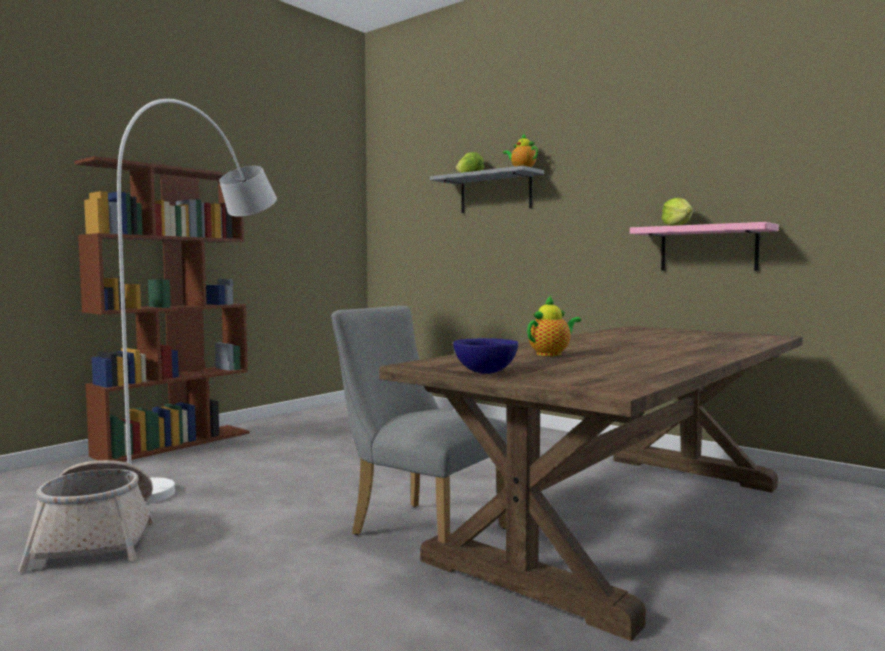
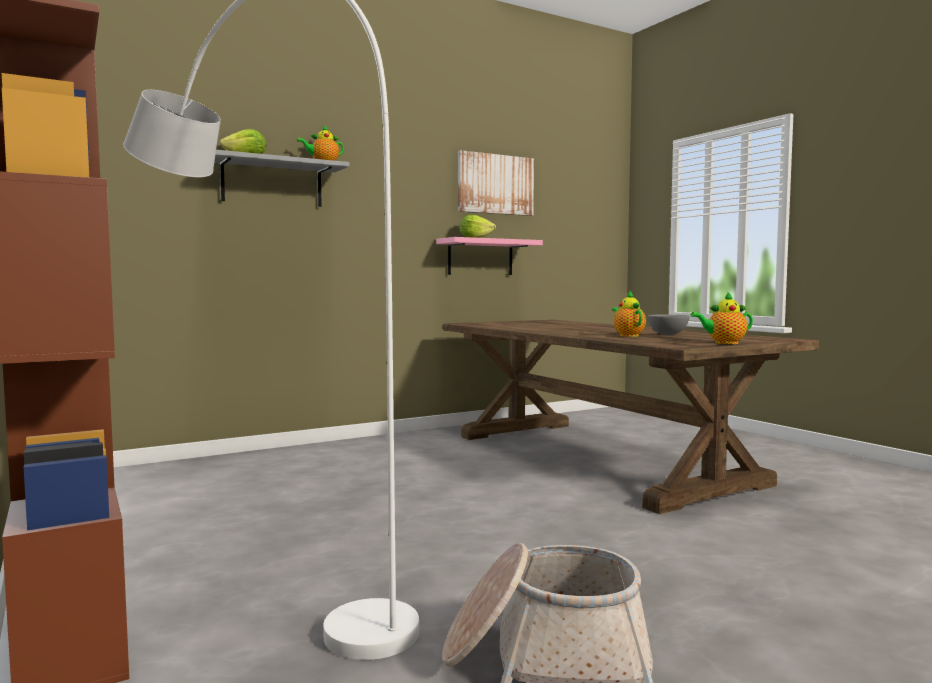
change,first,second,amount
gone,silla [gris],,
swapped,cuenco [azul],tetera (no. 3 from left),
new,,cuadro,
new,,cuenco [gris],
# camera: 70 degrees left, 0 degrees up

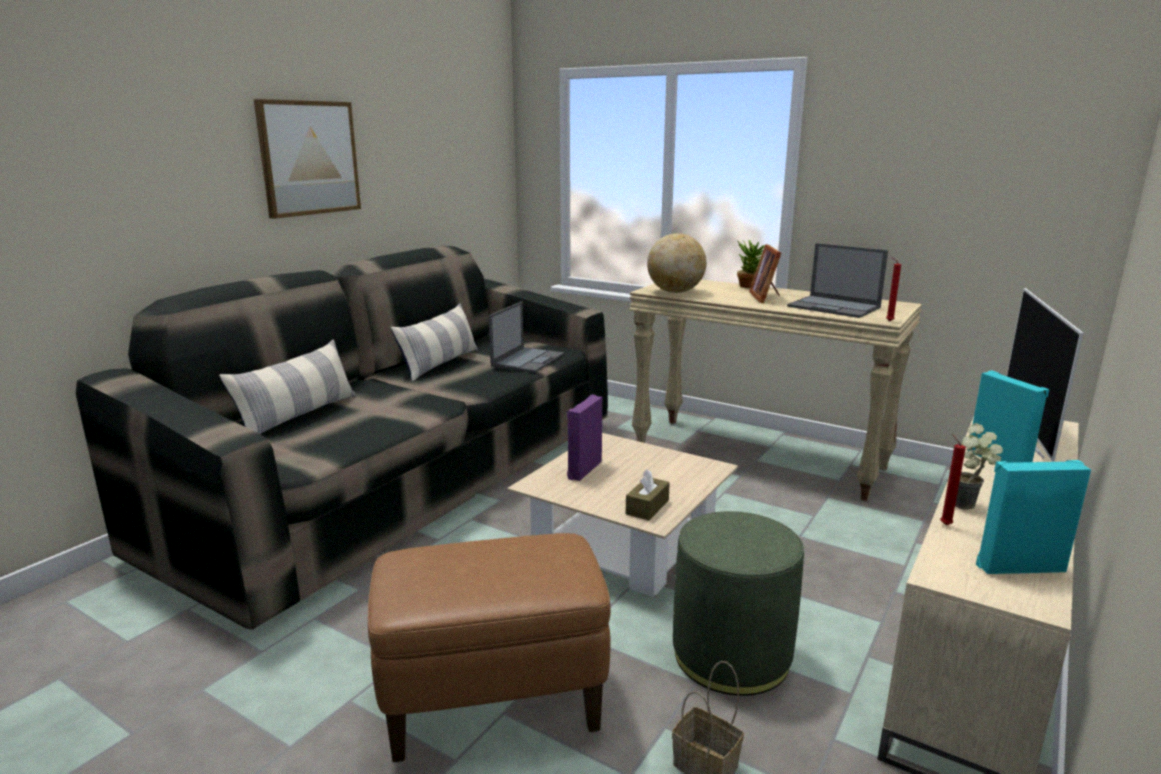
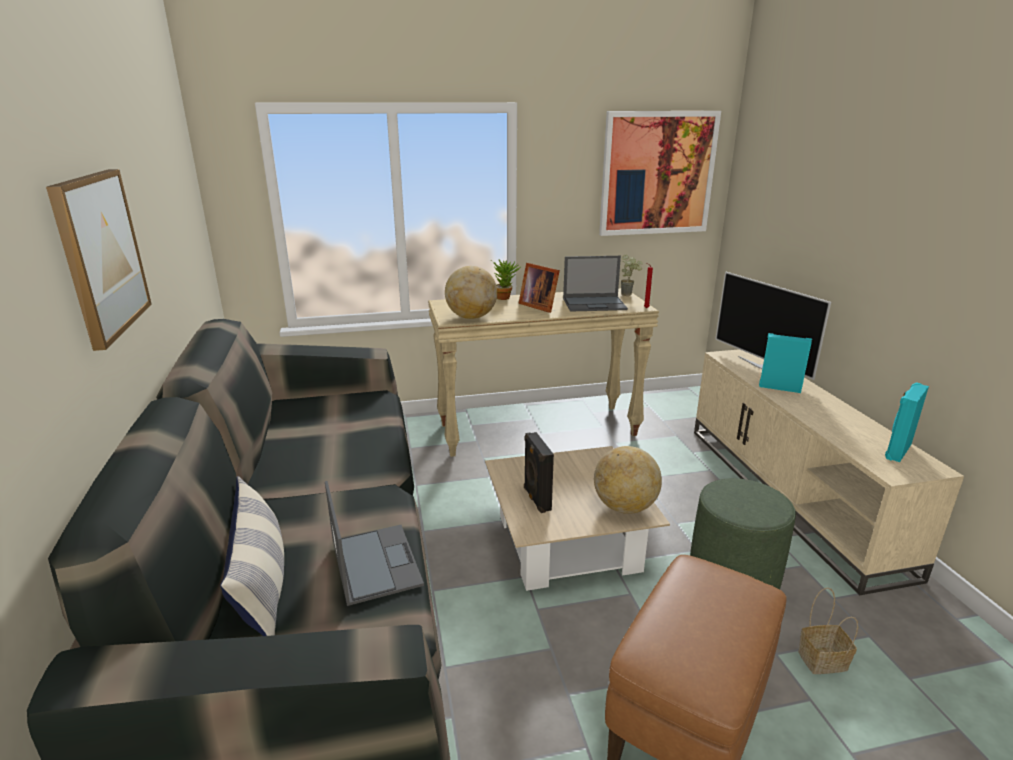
change,first,second,amount
shifted,portátil (no. 1 from left),,
gone,cojín (no. 2 from left),,
repainted,altavoz [morado],altavoz [negro],
shifted,planta en maceta (no. 2 from left),,
gone,vela [rojo] (no. 2 from left),,
swapped,caja de pañuelos [marrón],globo terráqueo (no. 2 from left),
new,,cuadro (no. 2 from left),
# camera: 45 degrees left, 5 degrees up

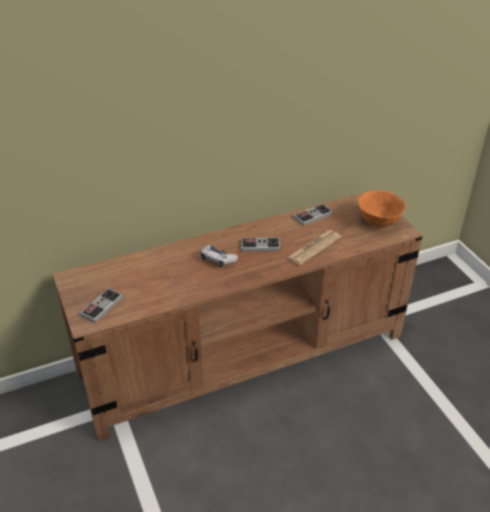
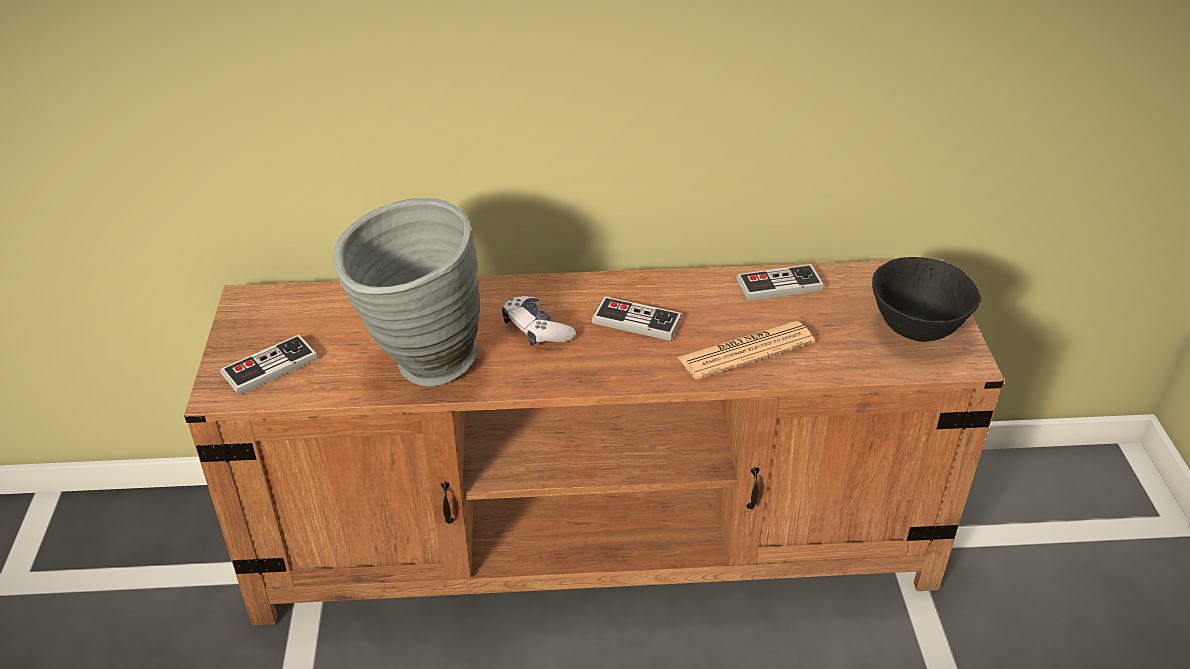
change,first,second,amount
repainted,cuenco [naranja],cuenco [negro],
new,,florero [gris],
# camera: 20 degrees right, 0 degrees up

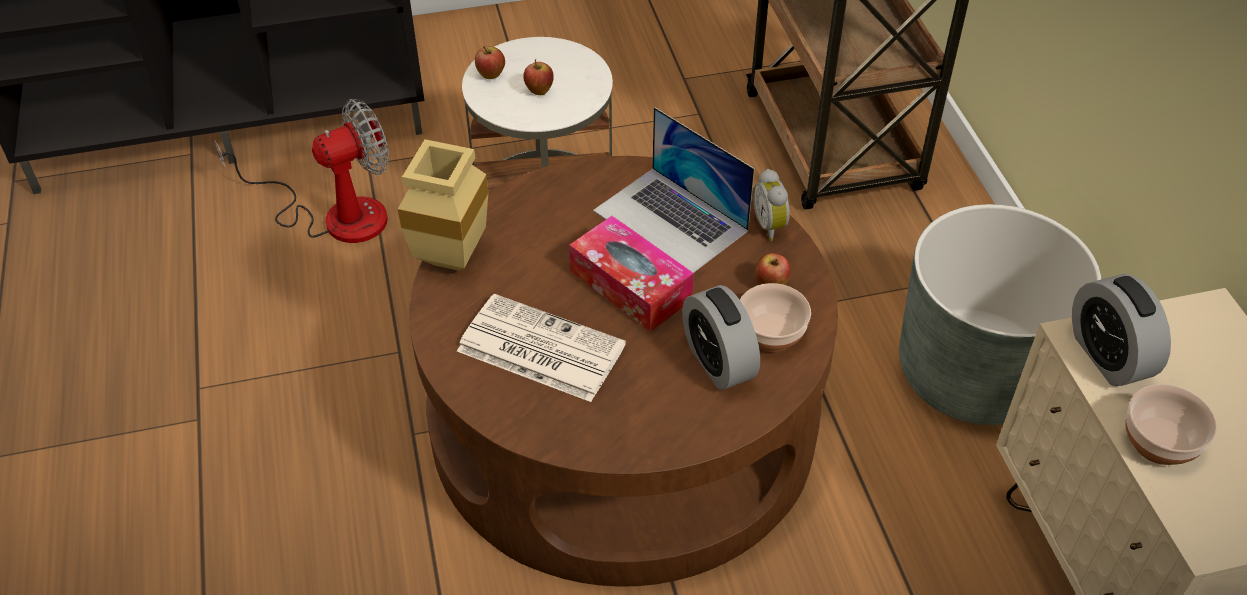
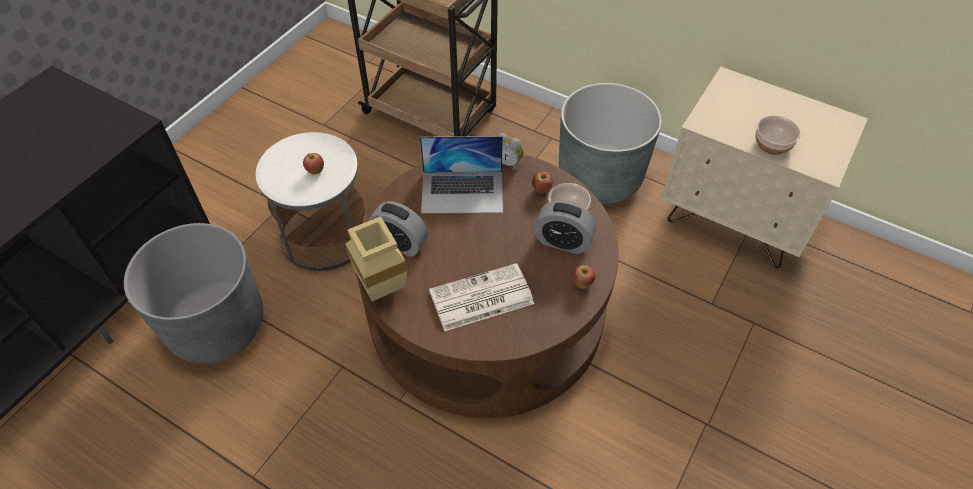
change,first,second,amount
shifted,manzana (no. 1 from left in the first image),manzana (no. 3 from left),
swapped,ventilador,maceta [gris] (no. 1 from left),
gone,caja de pañuelos,,
shifted,despertador (no. 3 from left in the first image),despertador (no. 1 from left),
# camera: 45 degrees left, 5 degrees up

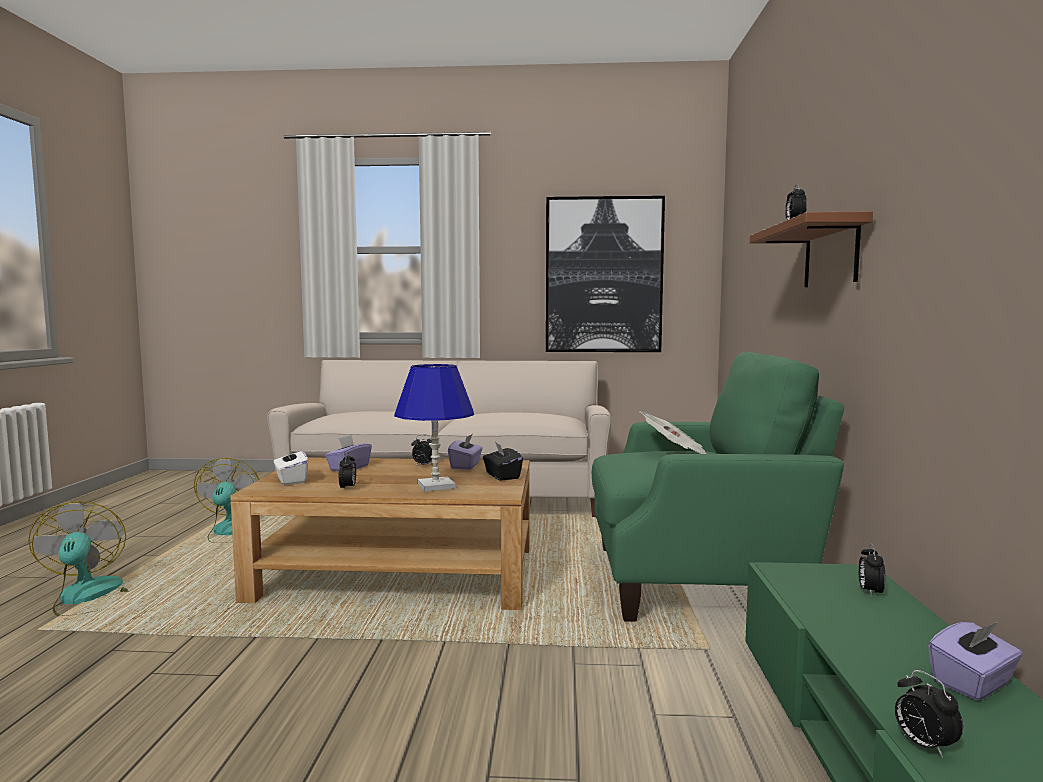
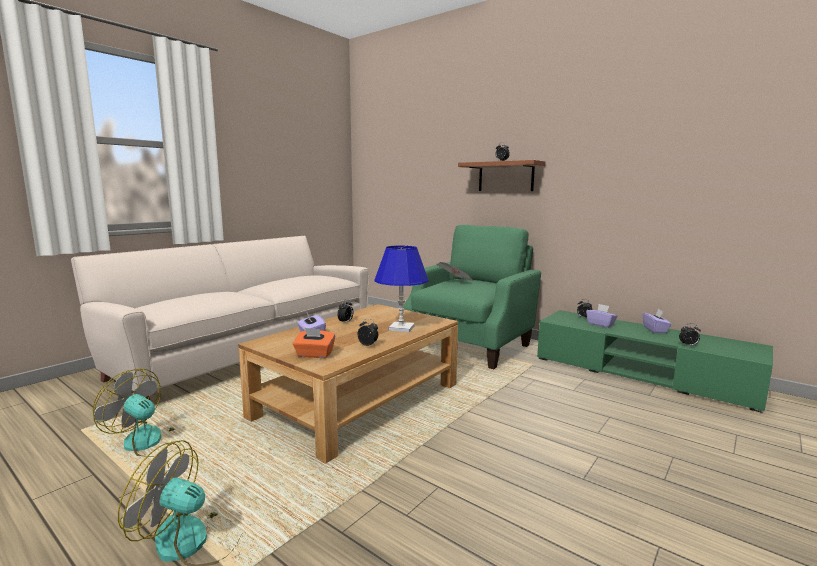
change,first,second,amount
gone,cuadro,,
shifted,caja de pañuelos [morado] (no. 2 from left),,
gone,caja de pañuelos [negro],,
repainted,caja de pañuelos [blanco],caja de pañuelos [naranja],
# camera: 55 degrees left, 5 degrees up

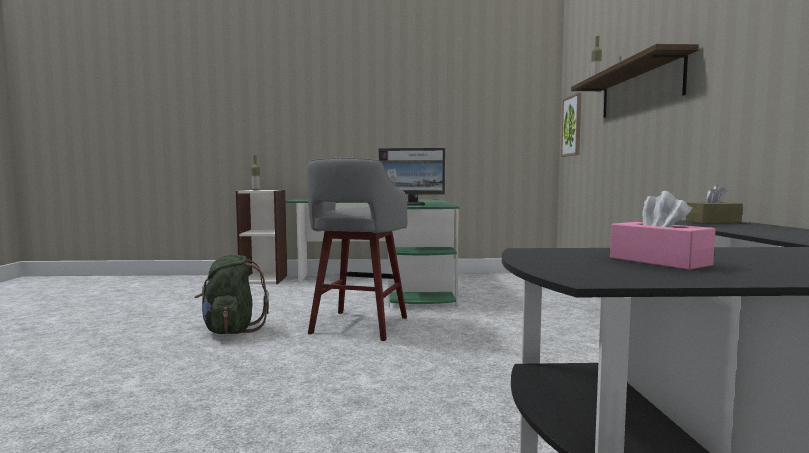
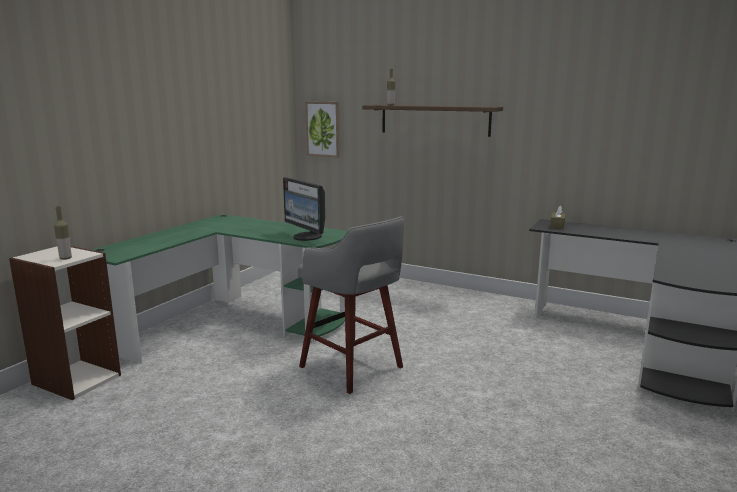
change,first,second,amount
rotated,monitor,,105 degrees clockwise
gone,caja de pañuelos [rosa],,
gone,mochila [verde],,
# camera: 60 degrees left, 10 degrees up

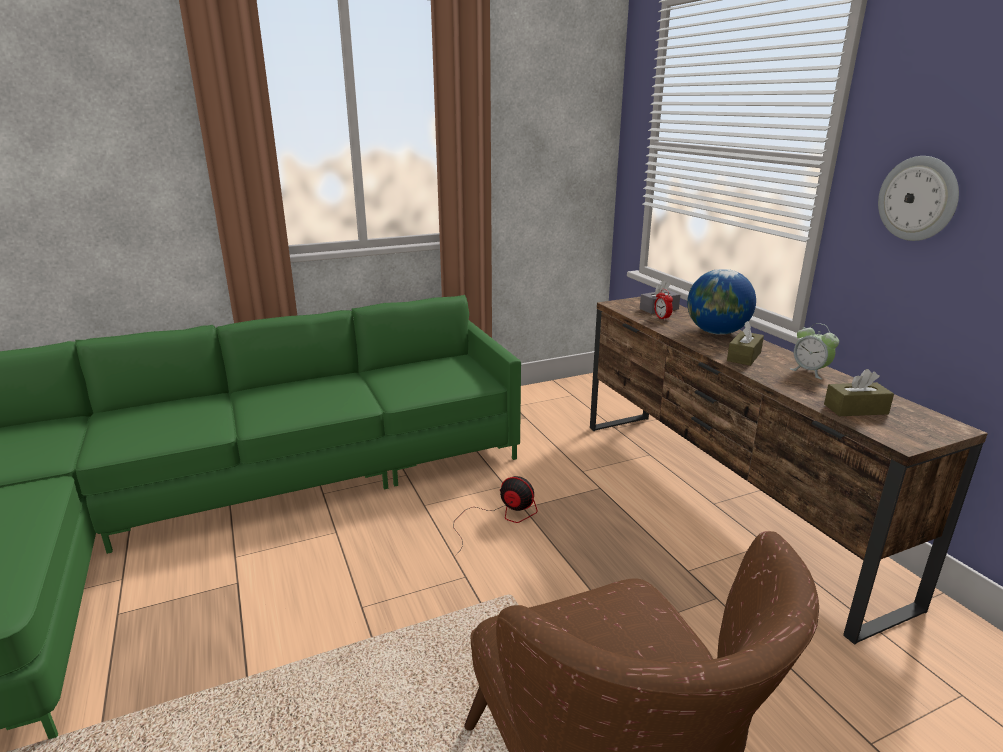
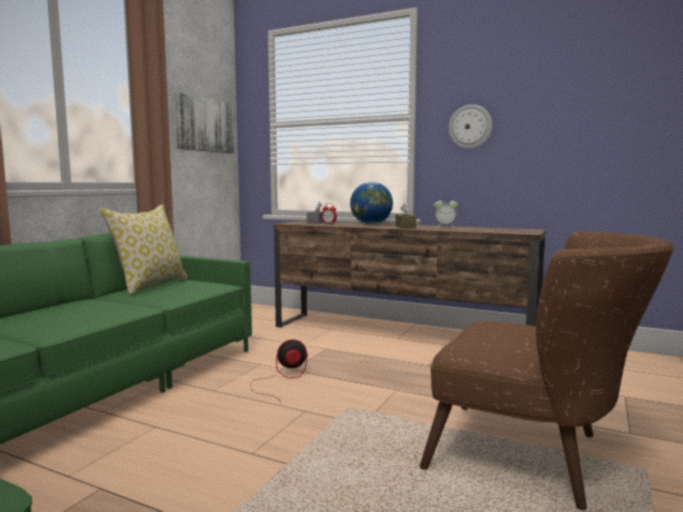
change,first,second,amount
gone,caja de pañuelos [marrón] (no. 2 from left),,
new,,cuadro,
new,,cojín,
# camera: 40 degrees left, 15 degrees down

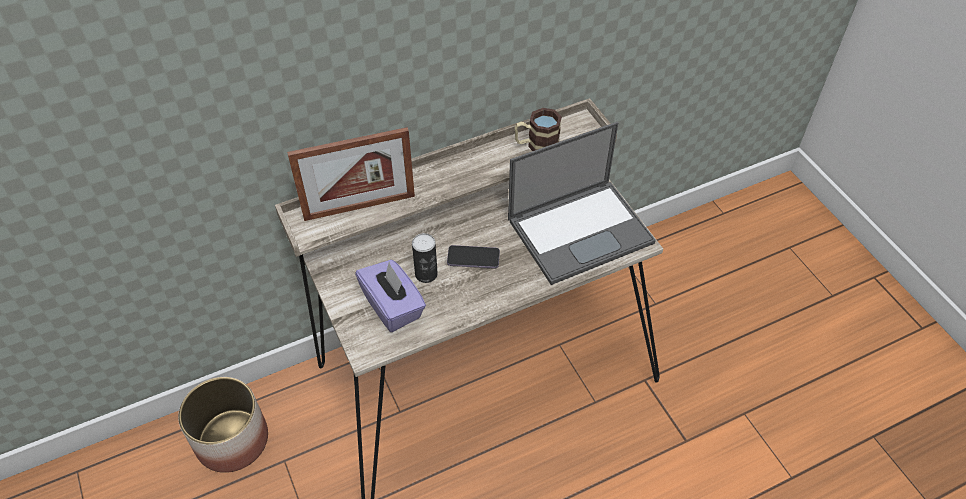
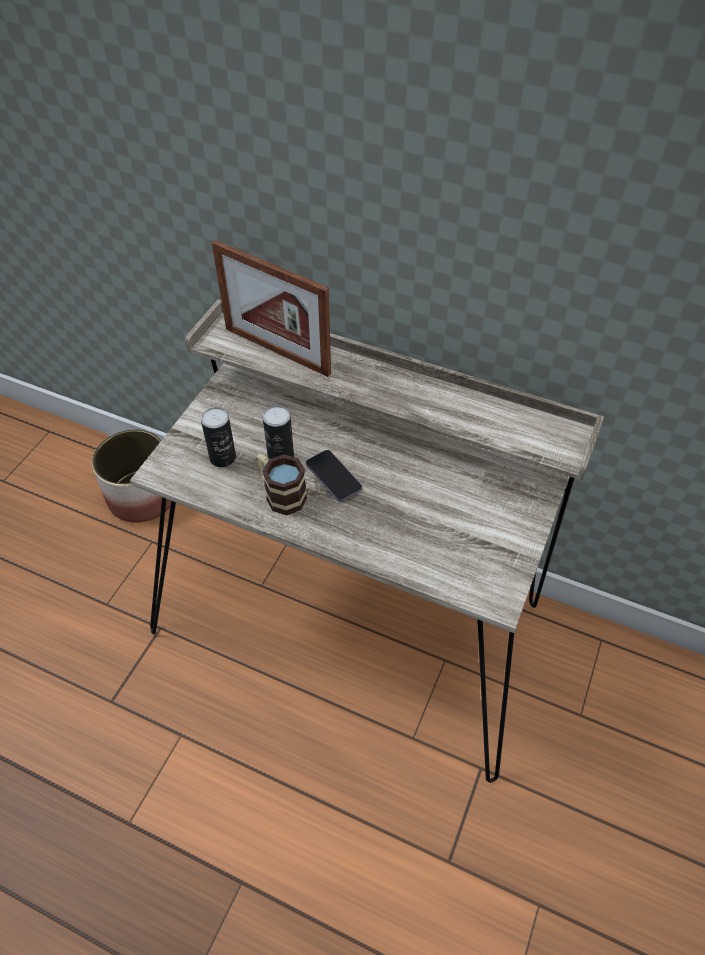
change,first,second,amount
shifted,taza grande,,
gone,portátil,,
swapped,caja de pañuelos [morado],lata (no. 1 from left),
# camera: 50 degrees right, 0 degrees up

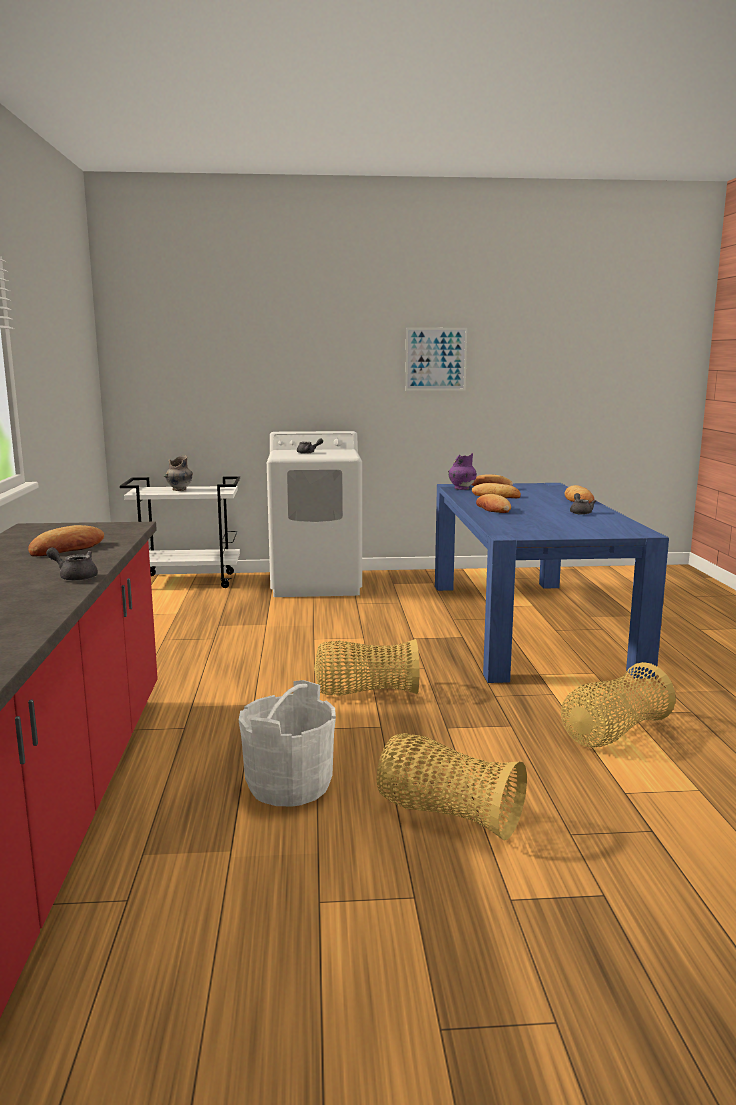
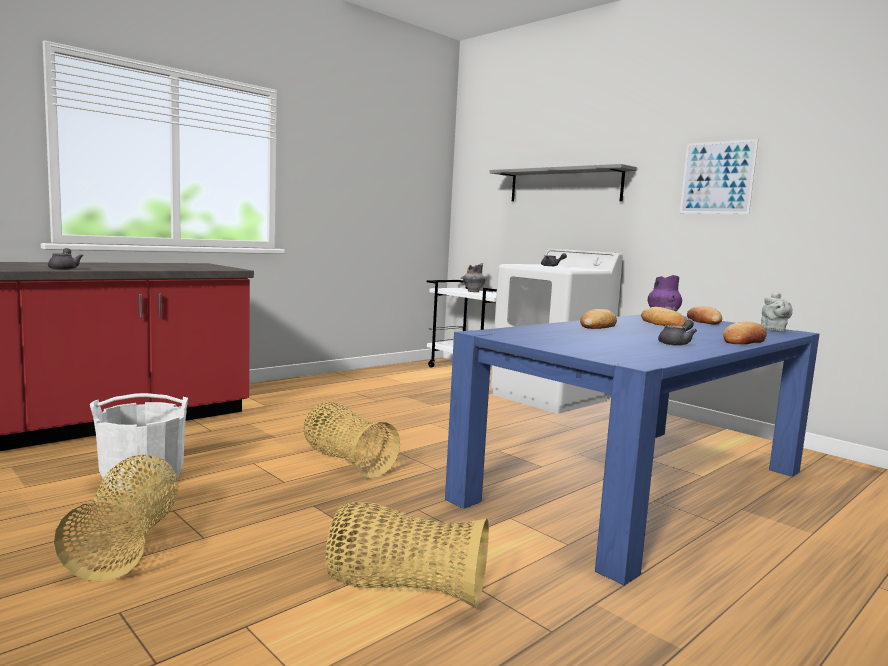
change,first,second,amount
gone,pan (no. 1 from left),,
new,,estante [gris],
new,,tetera [gris] (no. 4 from left),
# camera: 50 degrees right, 5 degrees down

